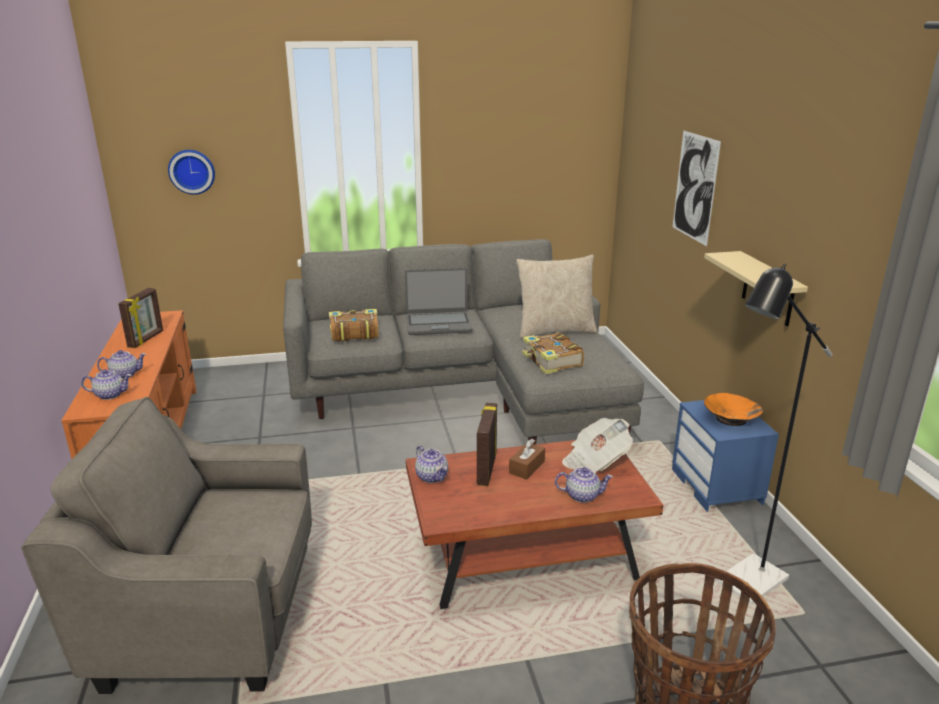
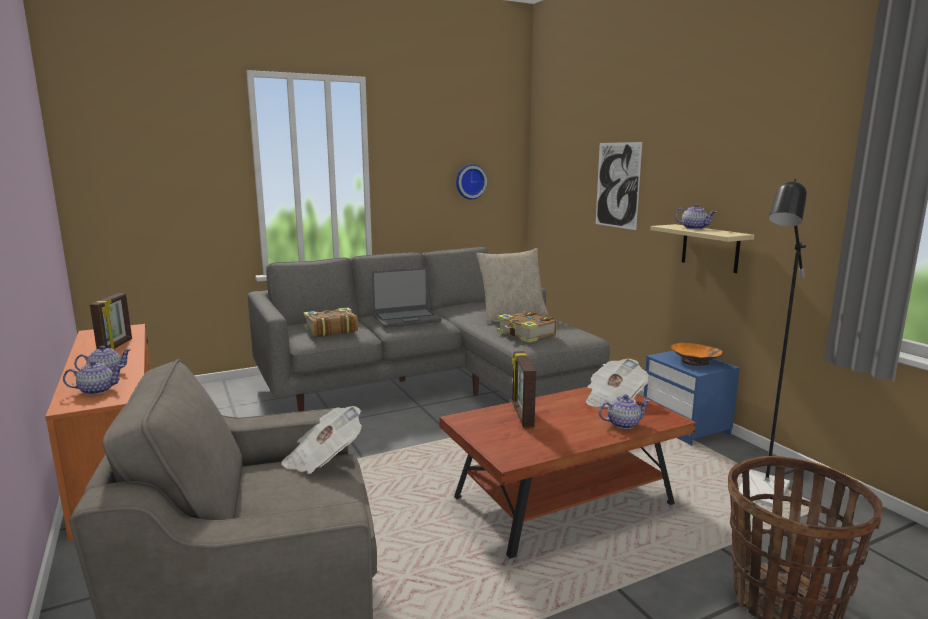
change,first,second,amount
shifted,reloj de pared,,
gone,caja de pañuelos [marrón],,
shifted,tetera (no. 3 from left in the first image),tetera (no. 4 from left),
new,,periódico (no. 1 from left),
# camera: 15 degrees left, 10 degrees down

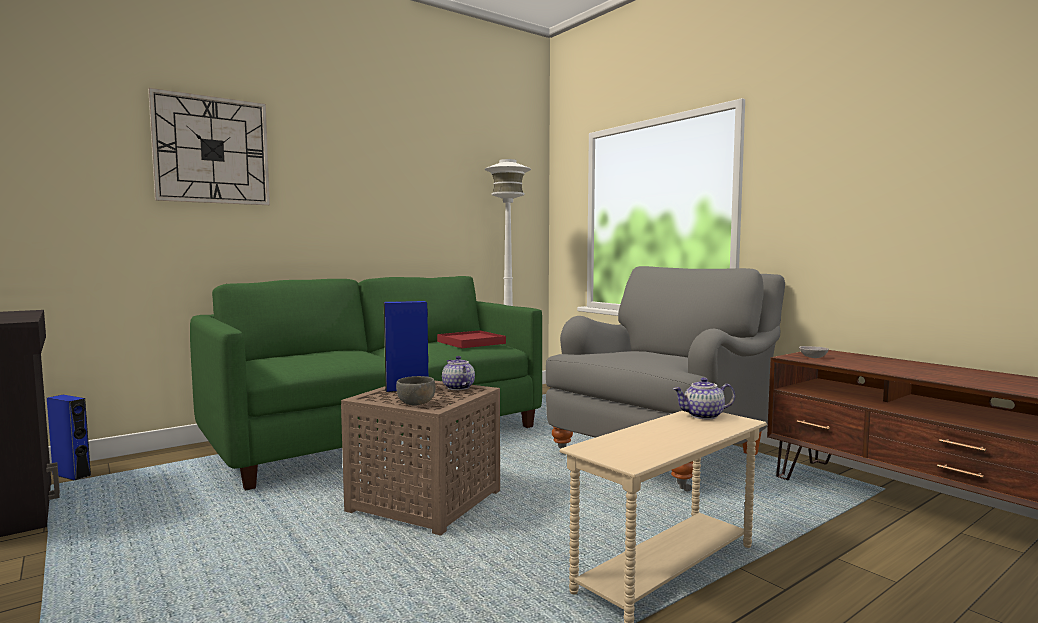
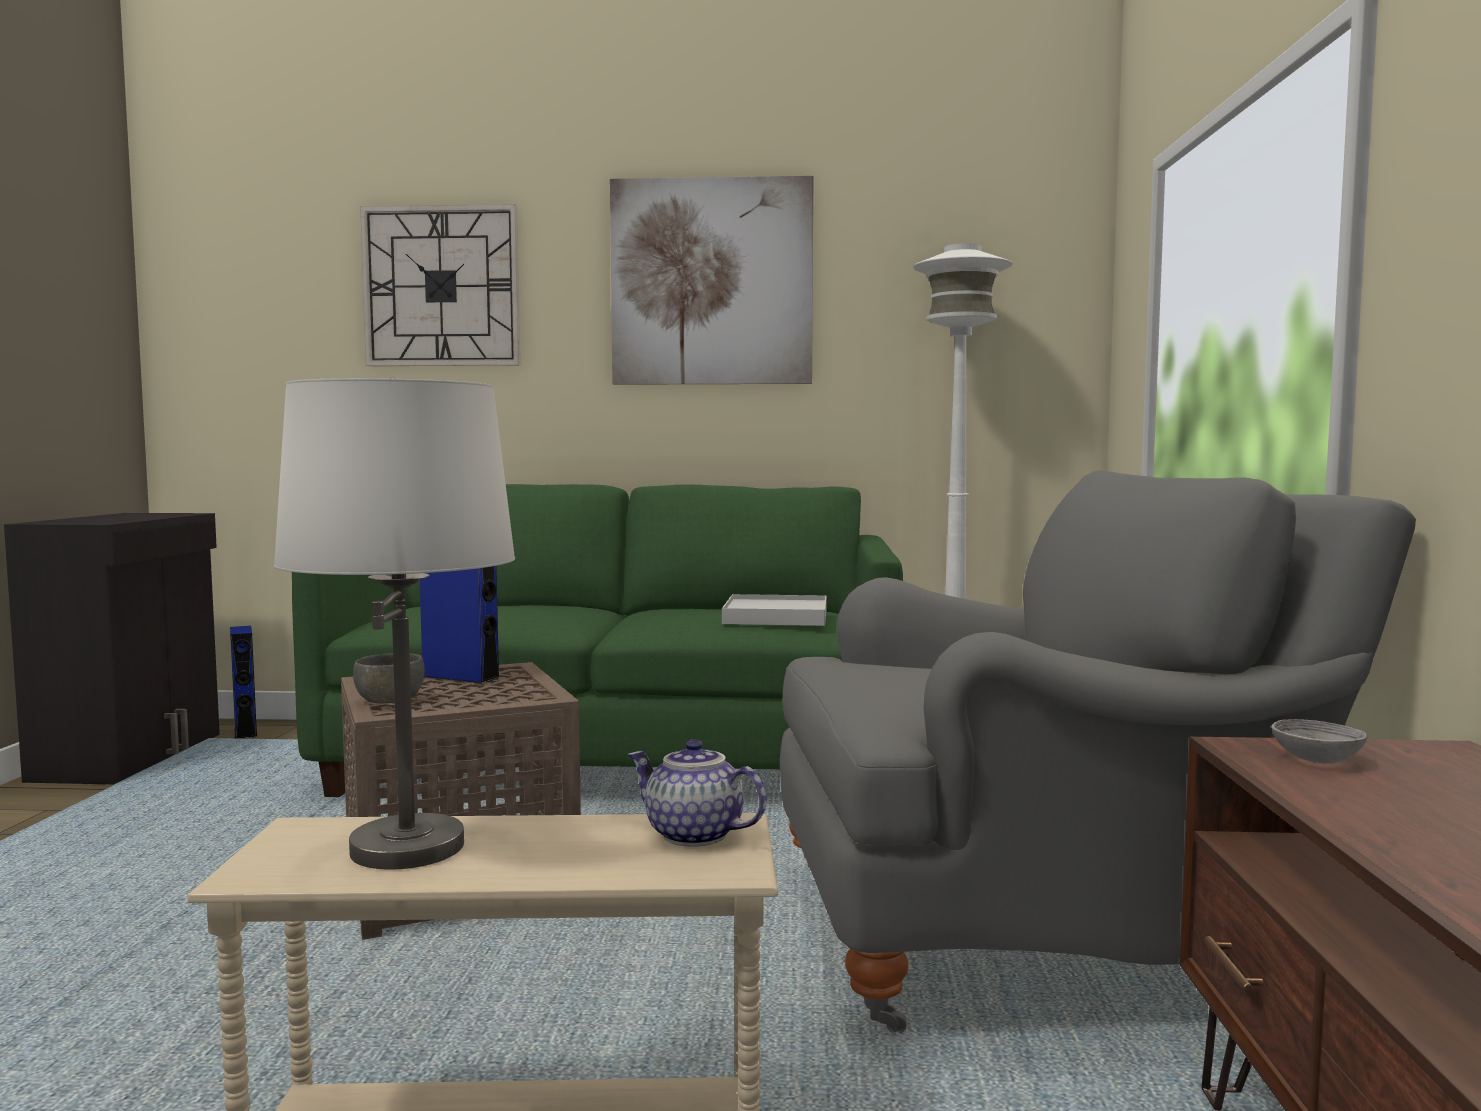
change,first,second,amount
repainted,bandeja [rojo],bandeja [blanco],
gone,tetera (no. 1 from left),,
new,,cuadro,
new,,lámpara de mesa [blanco],
# camera: 40 degrees right, 0 degrees up

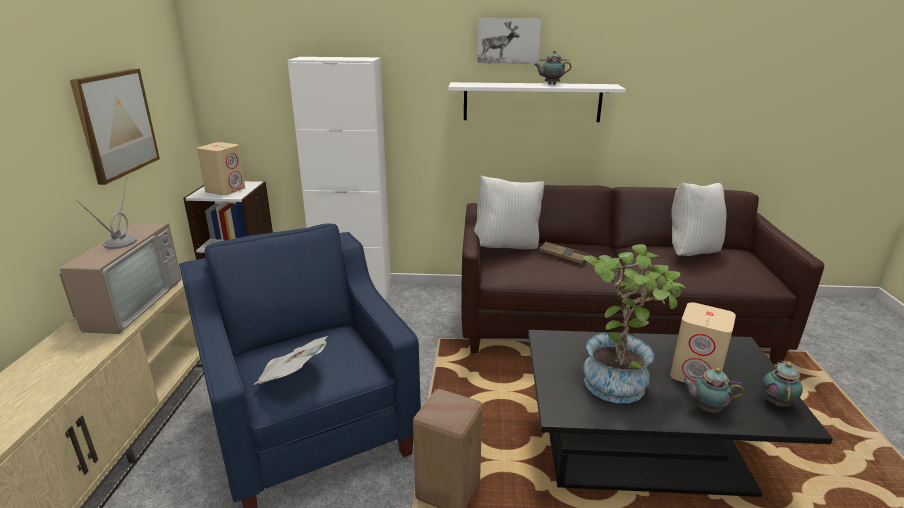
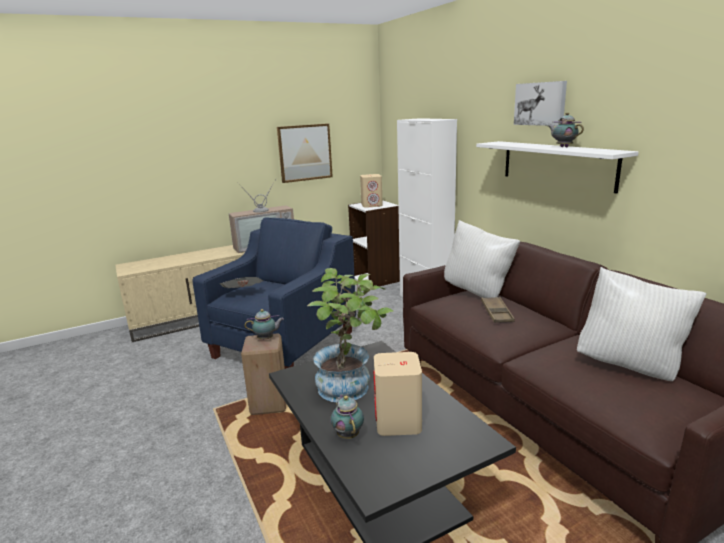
change,first,second,amount
shifted,tetera (no. 3 from left in the first image),tetera (no. 1 from left),
# camera: 60 degrees right, 5 degrees down

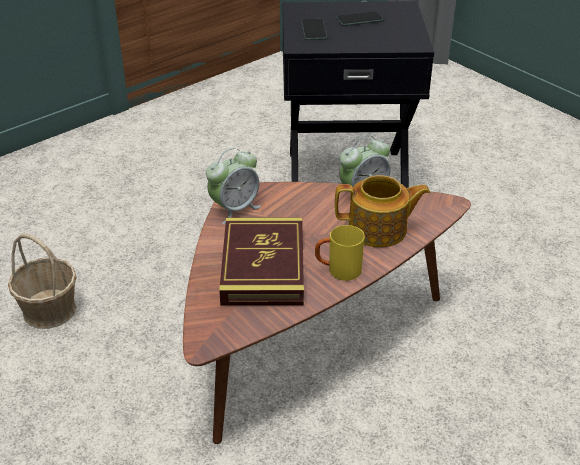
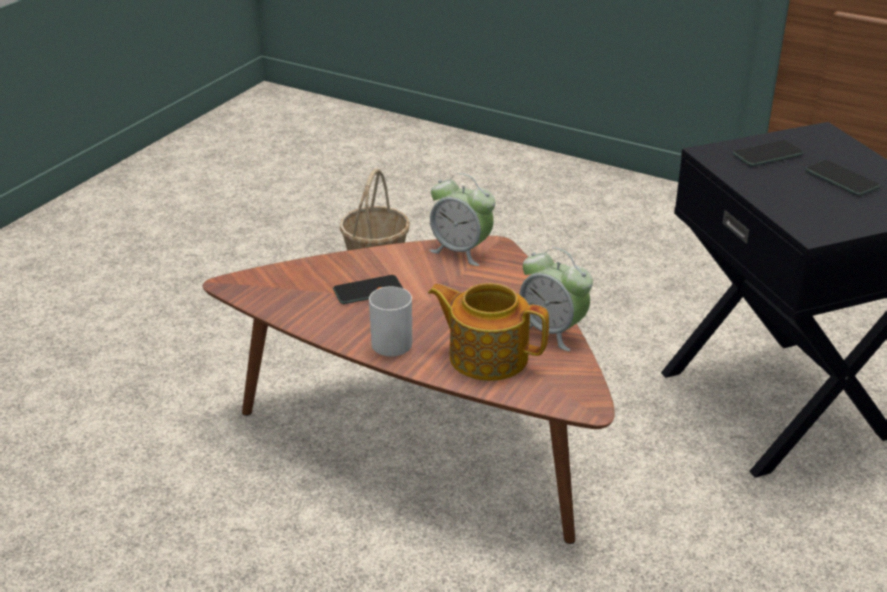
change,first,second,amount
rotated,tetera,,135 degrees clockwise
swapped,libro,móvil (no. 1 from left),
repainted,taza grande [amarillo],taza grande [blanco],
# camera: 70 degrees right, 5 degrees down

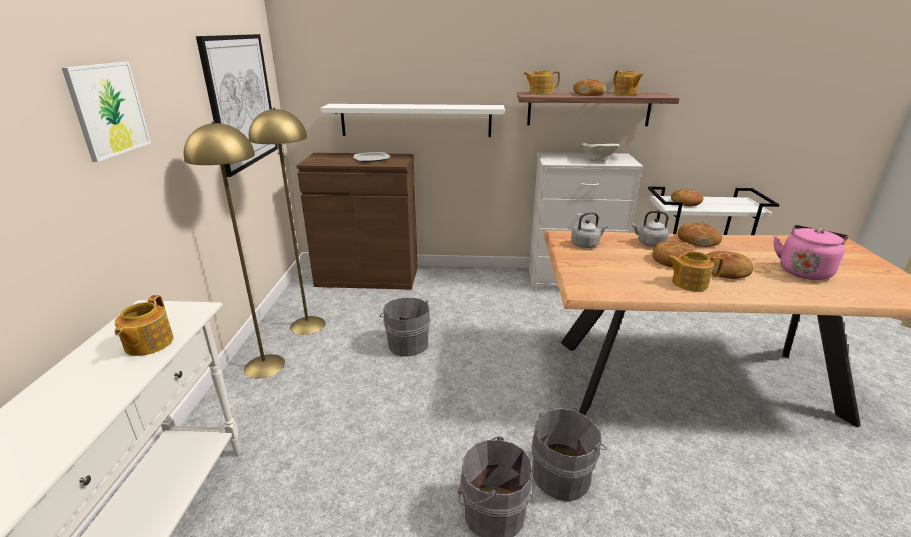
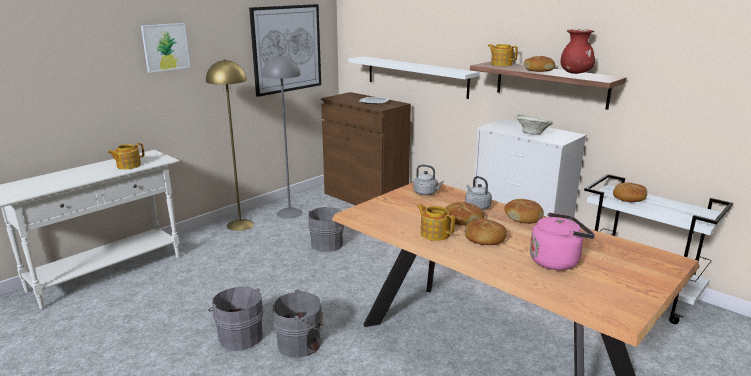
change,first,second,amount
swapped,tetera (no. 3 from left),florero [rojo],
repainted,lámpara de pie [amarillo] (no. 2 from left),lámpara de pie [gris],
# camera: 40 degrees right, 5 degrees down

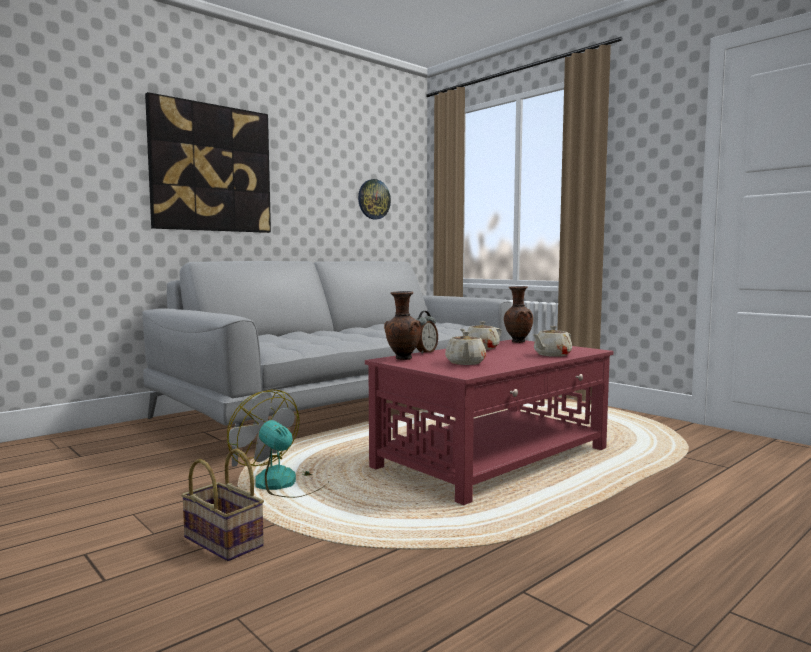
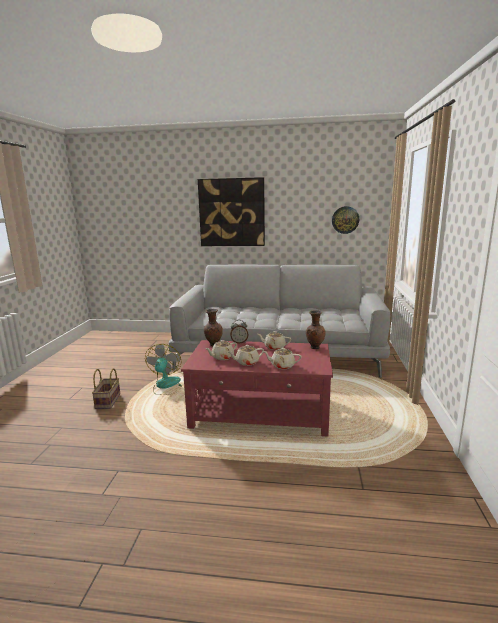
change,first,second,amount
new,,tetera [beis] (no. 2 from left),
# camera: 50 degrees right, 10 degrees up

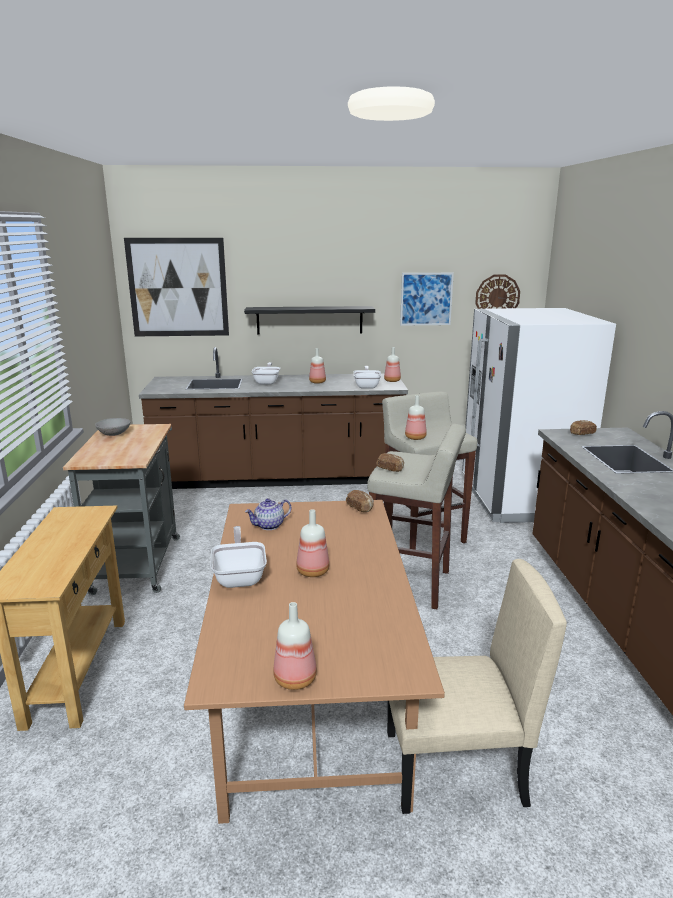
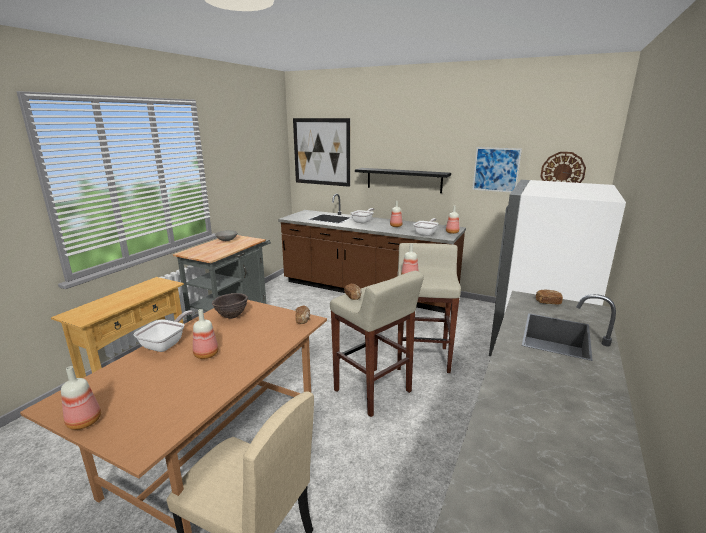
change,first,second,amount
swapped,tetera,cuenco [marrón],
# camera: 30 degrees right, 0 degrees up

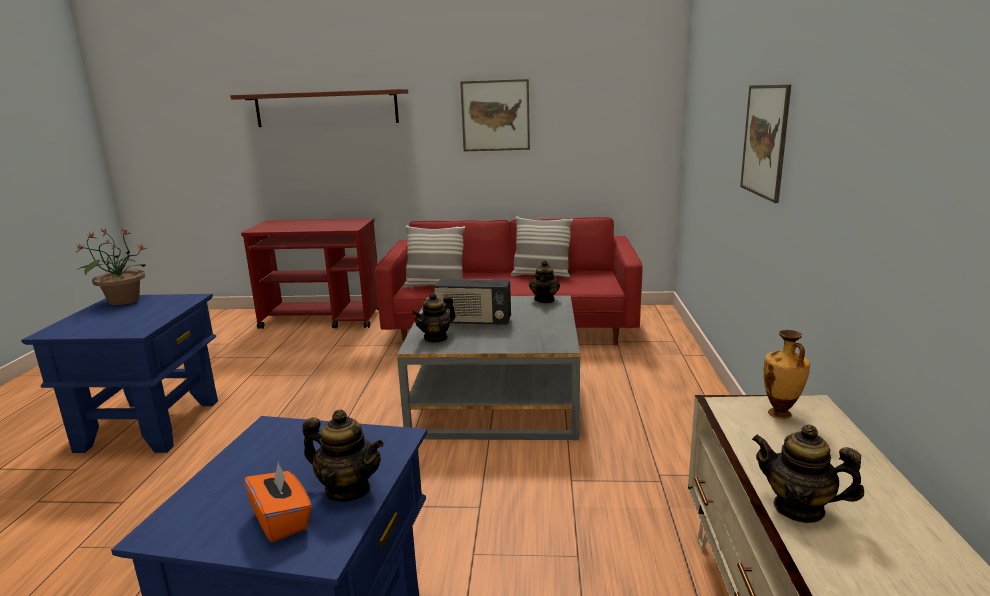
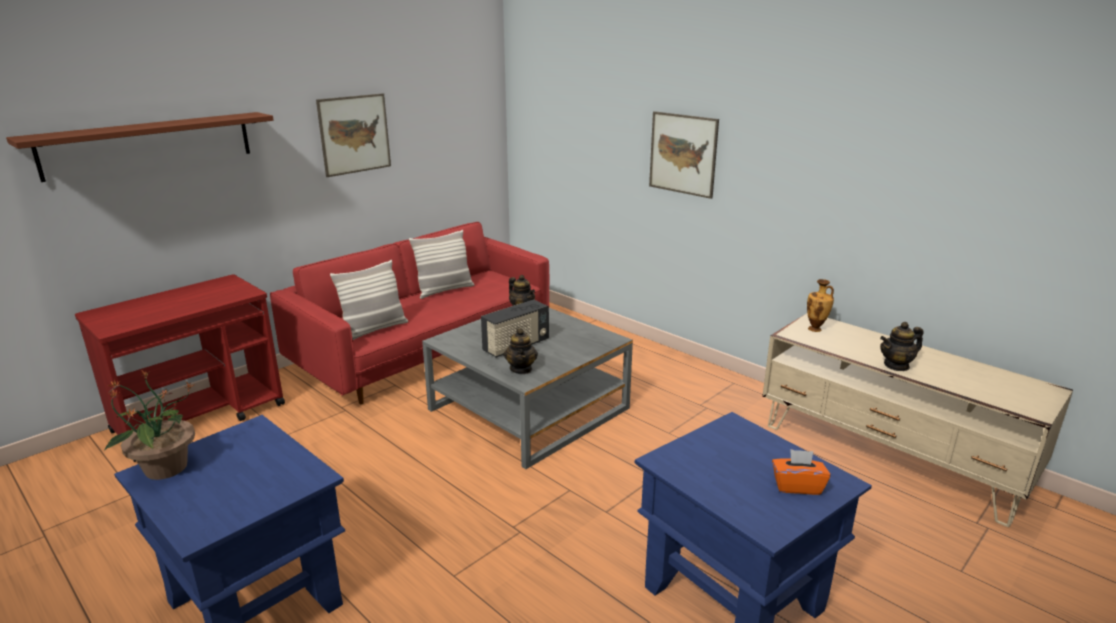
change,first,second,amount
gone,tetera (no. 1 from left),,
# camera: 50 degrees left, 5 degrees up

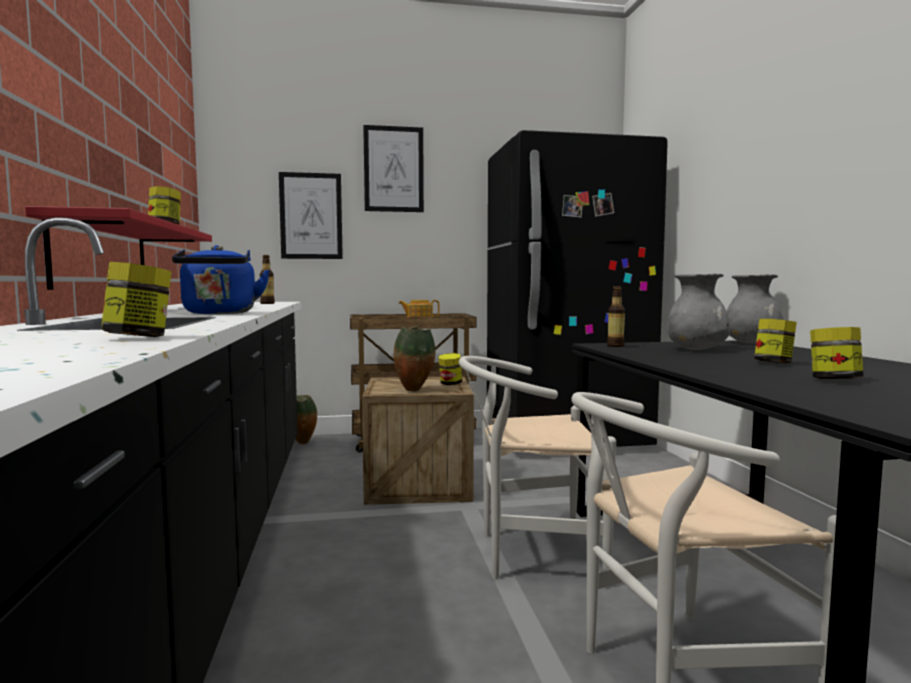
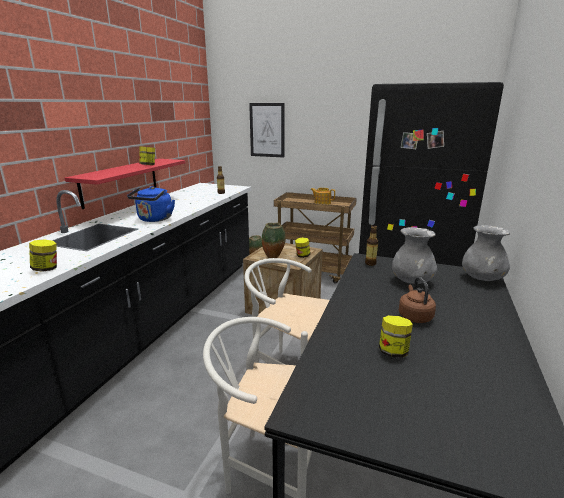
change,first,second,amount
gone,cuadro (no. 2 from left),,
swapped,tarro (no. 4 from left),hervidor [marrón],
# camera: 30 degrees right, 15 degrees up

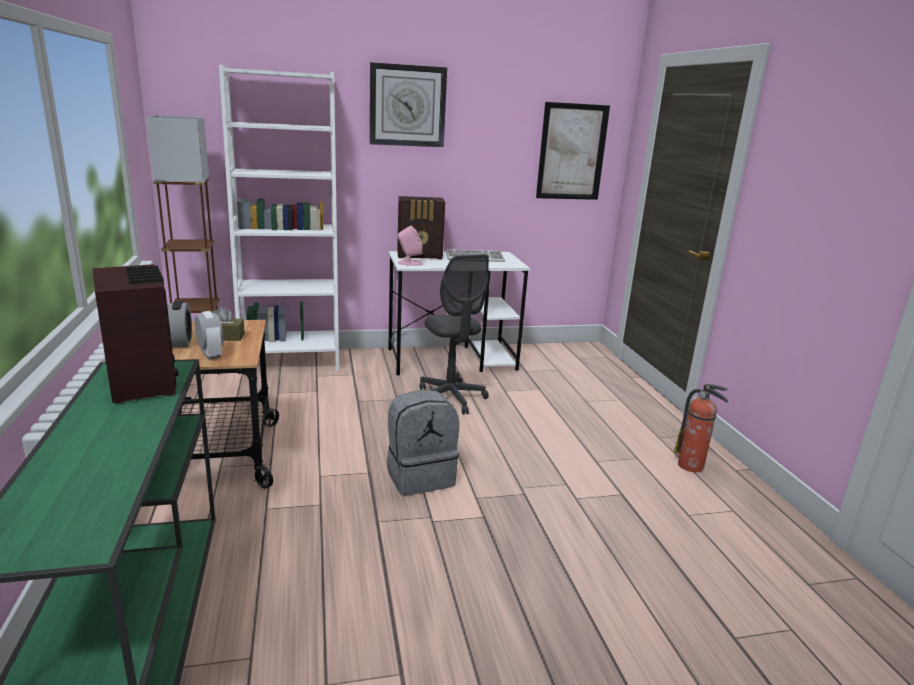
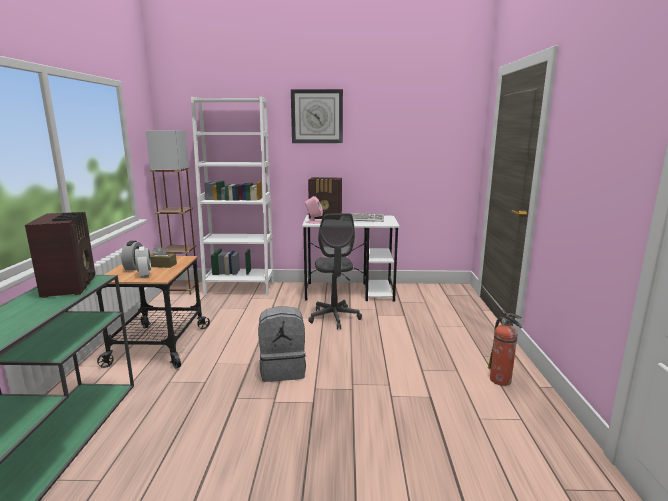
change,first,second,amount
gone,cuadro,,
# camera: 15 degrees right, 5 degrees down

